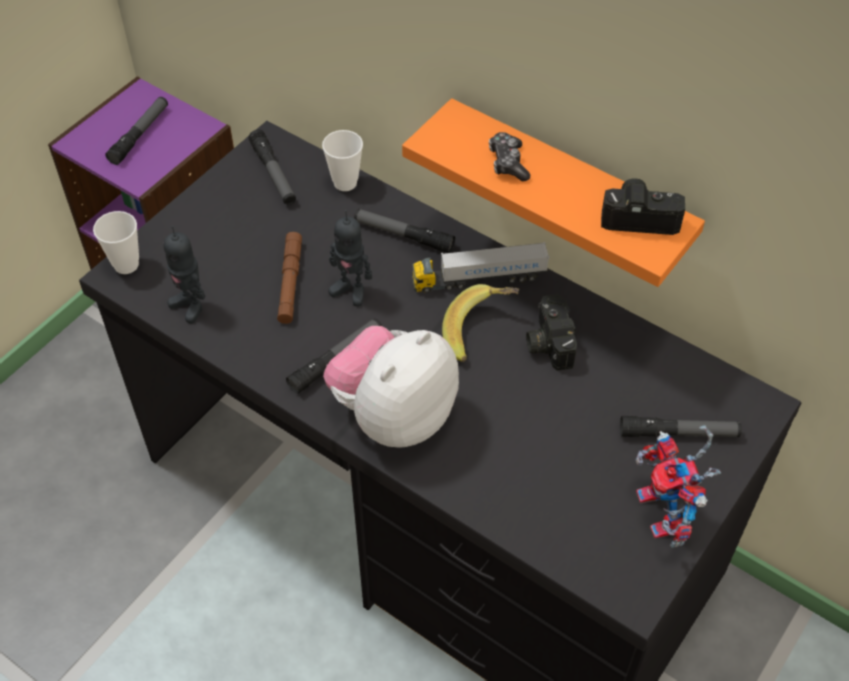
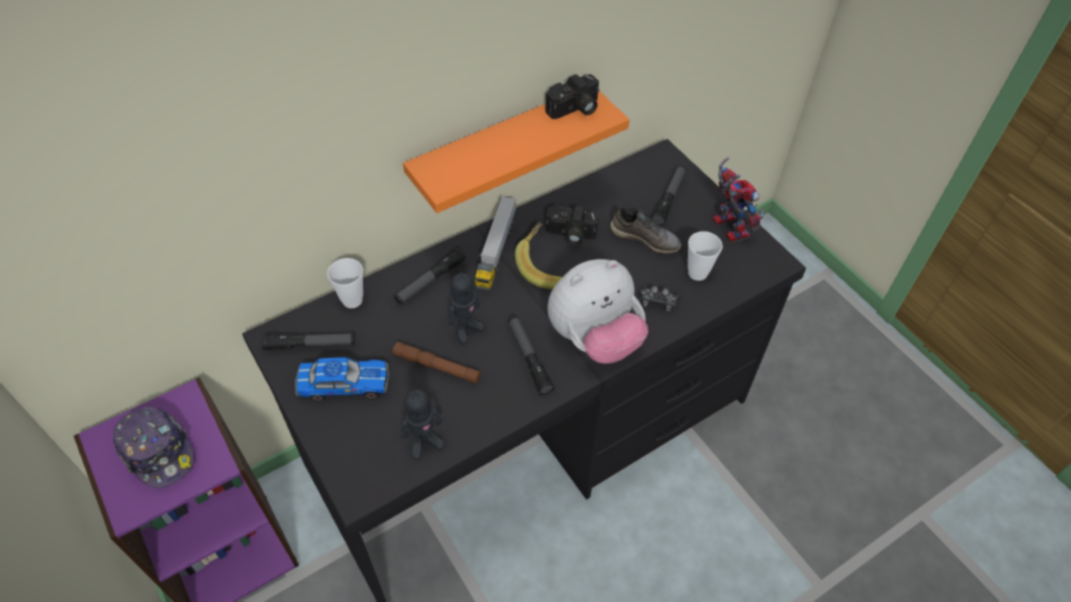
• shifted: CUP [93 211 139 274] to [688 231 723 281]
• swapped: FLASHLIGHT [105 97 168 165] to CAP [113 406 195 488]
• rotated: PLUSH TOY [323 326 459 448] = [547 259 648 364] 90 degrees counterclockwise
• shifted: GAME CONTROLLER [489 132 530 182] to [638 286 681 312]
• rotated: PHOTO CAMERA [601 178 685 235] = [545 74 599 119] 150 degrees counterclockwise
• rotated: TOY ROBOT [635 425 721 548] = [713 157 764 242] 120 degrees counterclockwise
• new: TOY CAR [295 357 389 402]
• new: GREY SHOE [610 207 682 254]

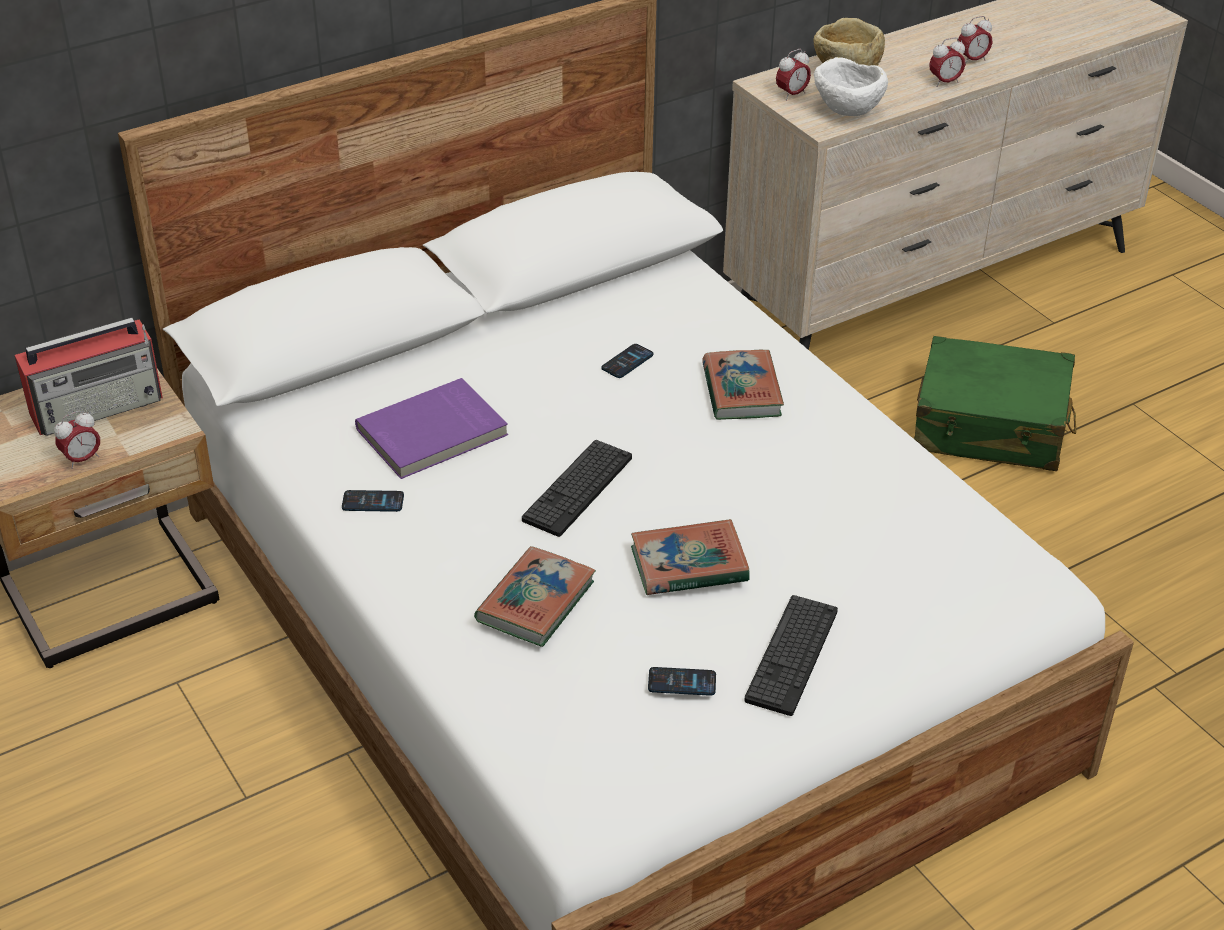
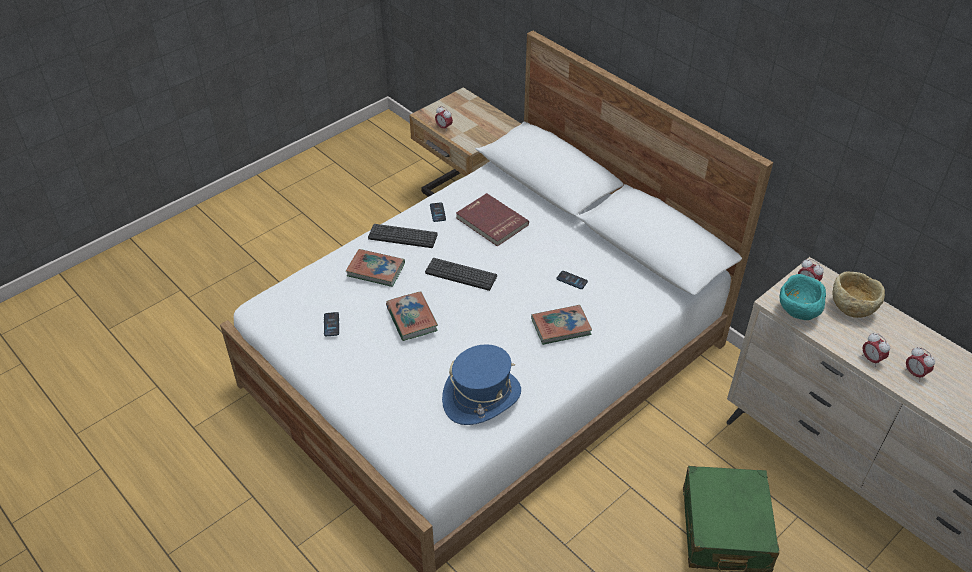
• gone: RADIO [14 318 163 436]
• repainted: PURPLE BOOK [355 378 508 479] to RED BOOK [456 193 529 247]
• shifted: KEYBOARD [744 595 838 716] to [368 224 438 248]
• repainted: WHITE BOWL [814 57 888 116] to TURQUOISE BOWL [779 274 826 320]
• new: BLUE HAT [442 344 521 425]

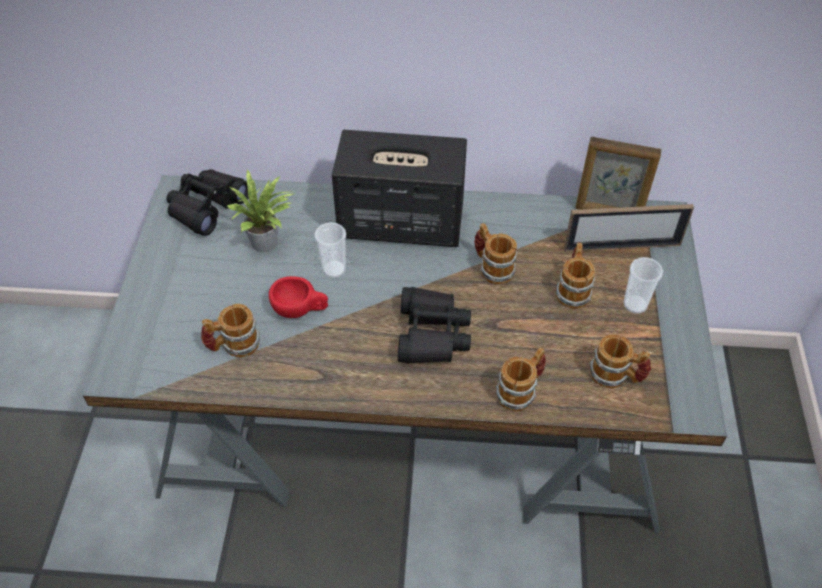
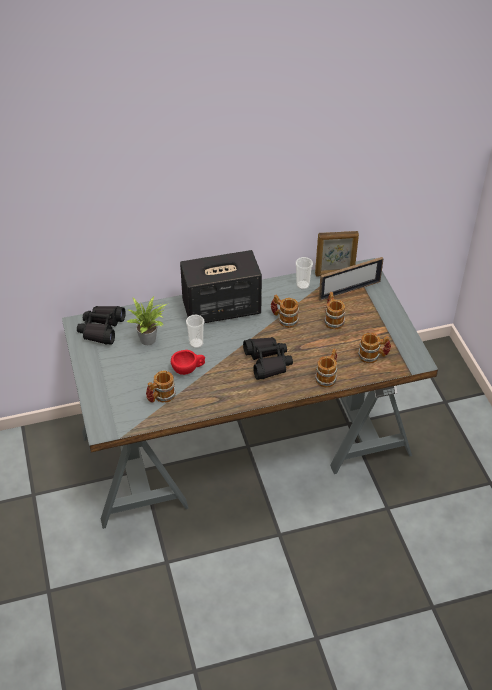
• shifted: CUP [623 257 663 314] to [296 257 313 290]

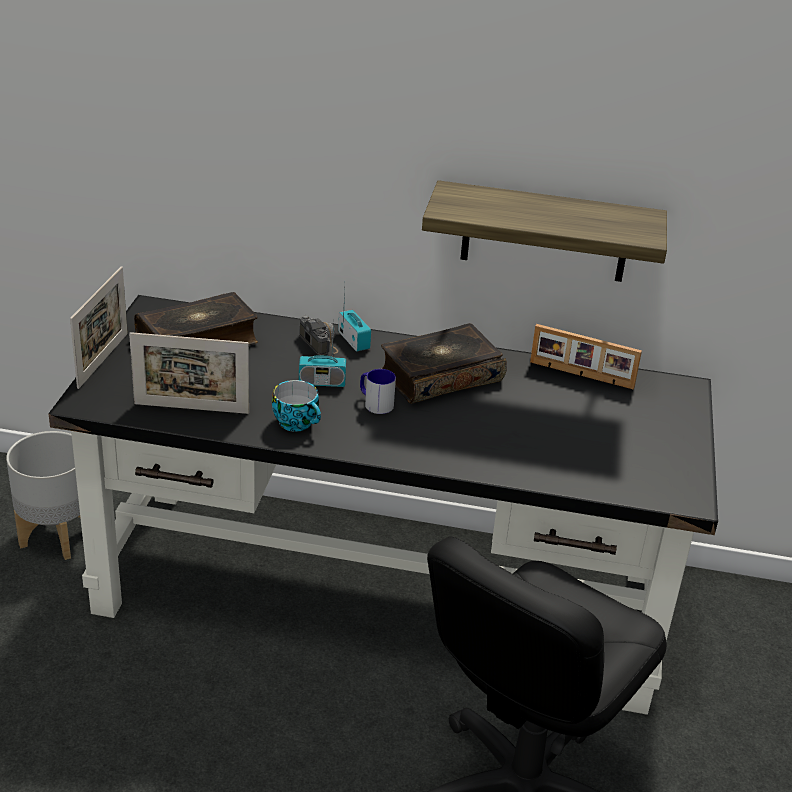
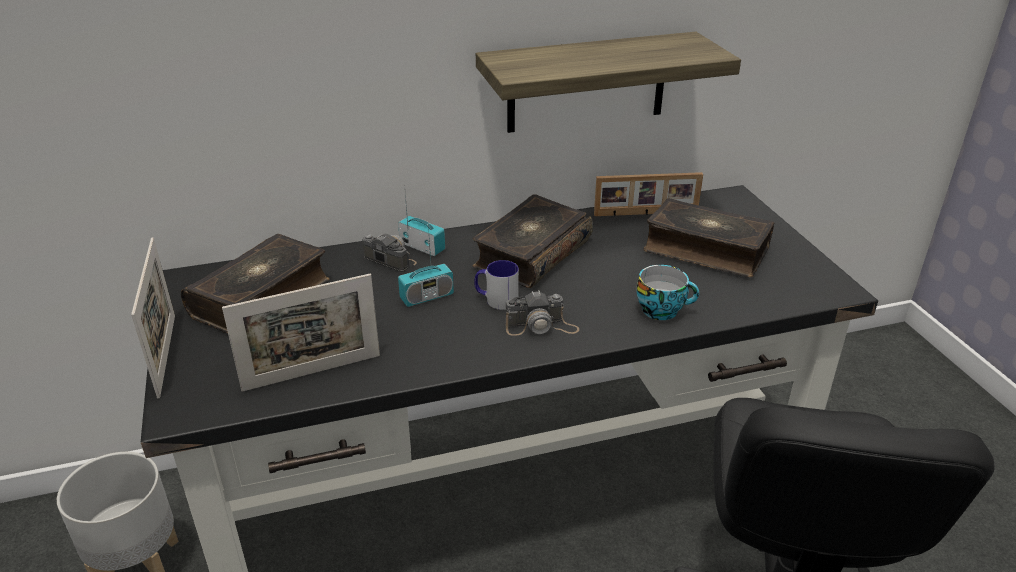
• shifted: CUP [272 380 321 432] to [636 265 699 320]
• new: PHOTO CAMERA [506 290 579 336]
• new: BOOK [643 198 774 277]

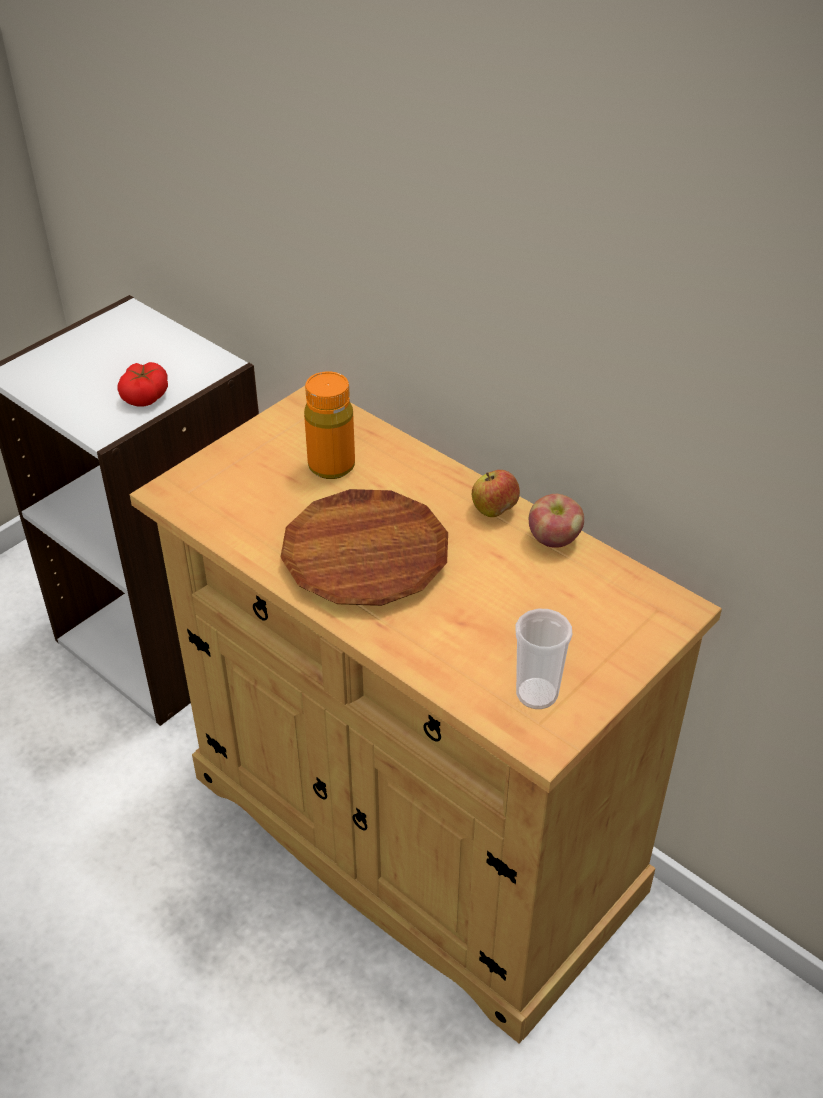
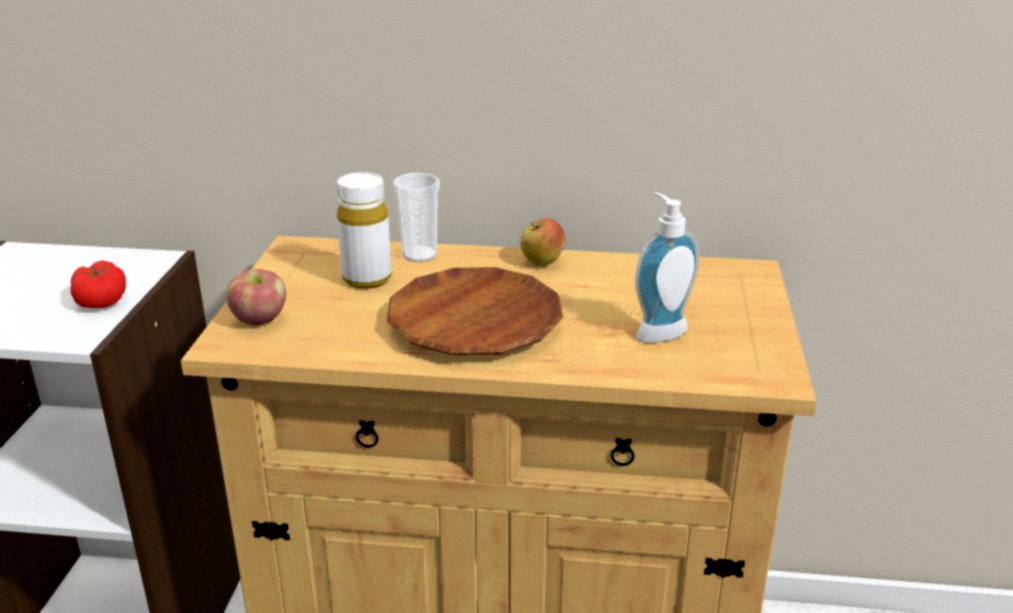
• repainted: ORANGE BOTTLE [304 371 355 479] to WHITE BOTTLE [337 172 392 289]
• shifted: CUP [515 609 572 709] to [393 173 440 262]
• shifted: APPLE [529 494 584 548] to [226 269 286 326]
• new: SOAP DISPENSER [635 192 699 343]

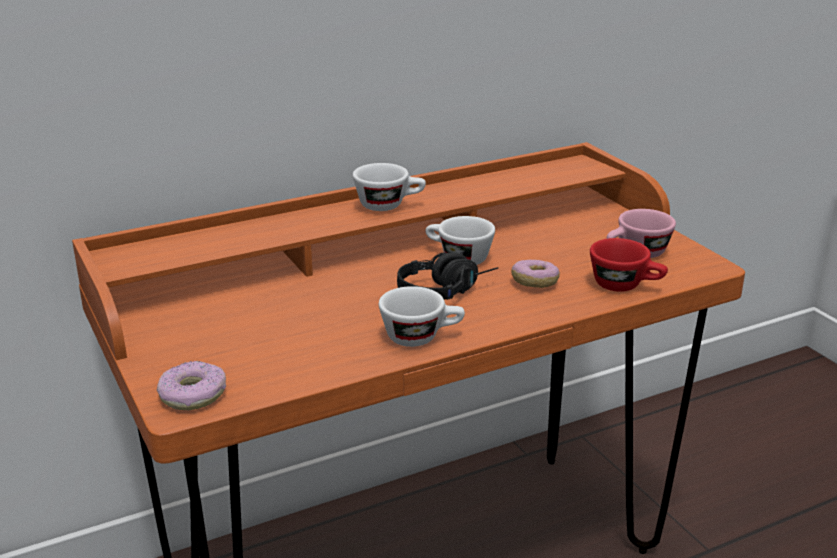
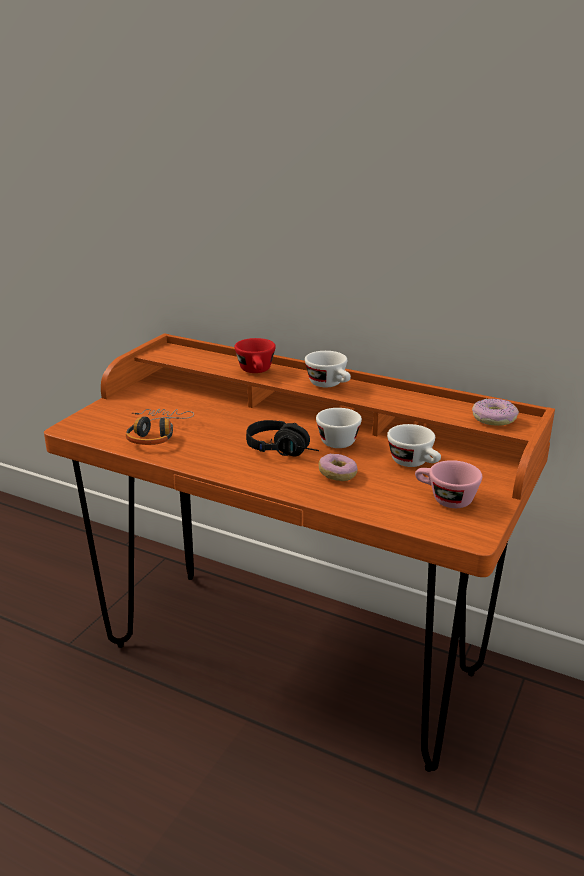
• shifted: DONUT [157 361 226 410] to [472 398 519 426]
• shifted: WHITE CUP [379 286 465 347] to [387 424 441 467]
• shifted: RED CUP [590 238 668 292] to [235 338 276 373]
• new: HEADPHONES [126 409 194 445]

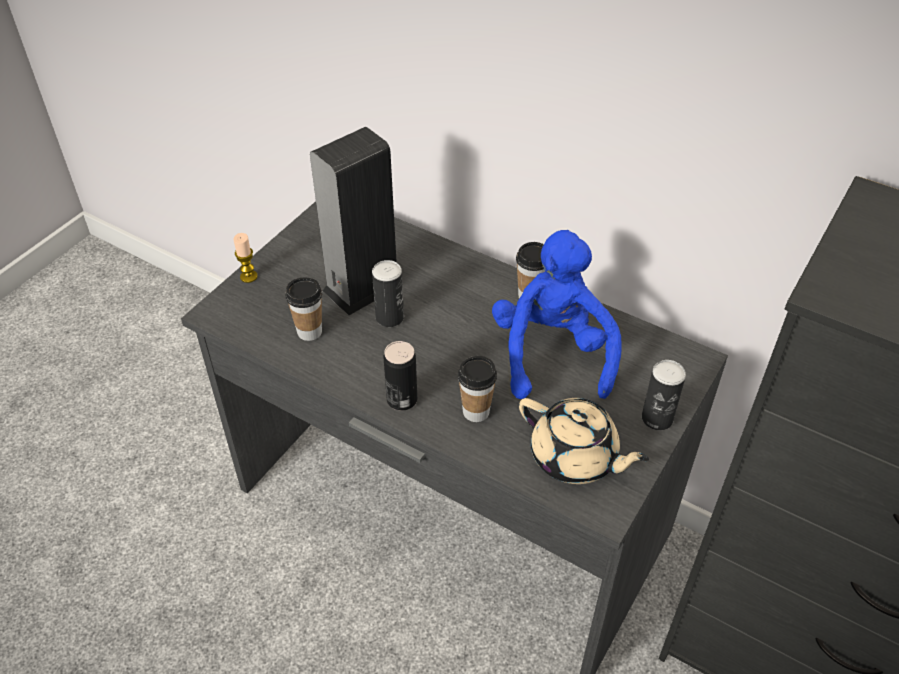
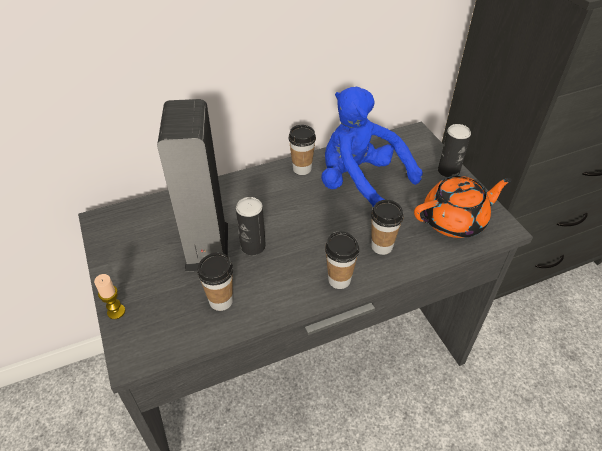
• swapped: CAN [384 341 417 411] to CUP [325 231 359 289]
• repainted: BEIGE TEAPOT [519 398 649 484] to ORANGE TEAPOT [414 176 512 238]

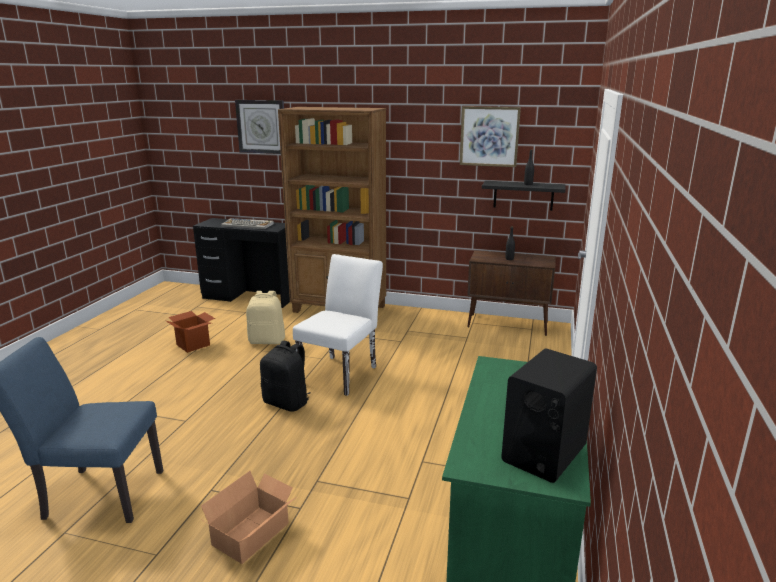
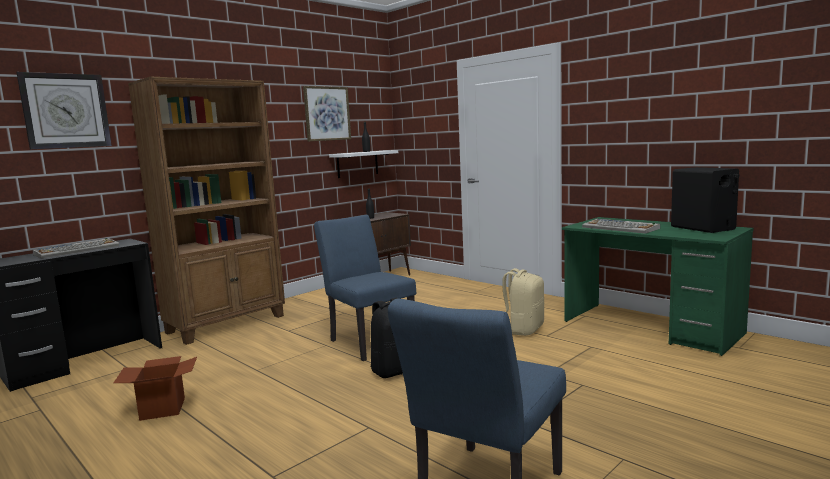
• gone: CARDBOARD BOX [201 471 295 564]
• shifted: BEIGE BACKPACK [246 291 285 344] to [503 268 545 336]
• repainted: WHITE CHAIR [293 254 383 396] to BLUE CHAIR [314 215 416 361]
• repainted: BLACK SHELF [482 181 566 211] to WHITE SHELF [329 150 398 178]
• new: KEYBOARD [582 219 660 234]

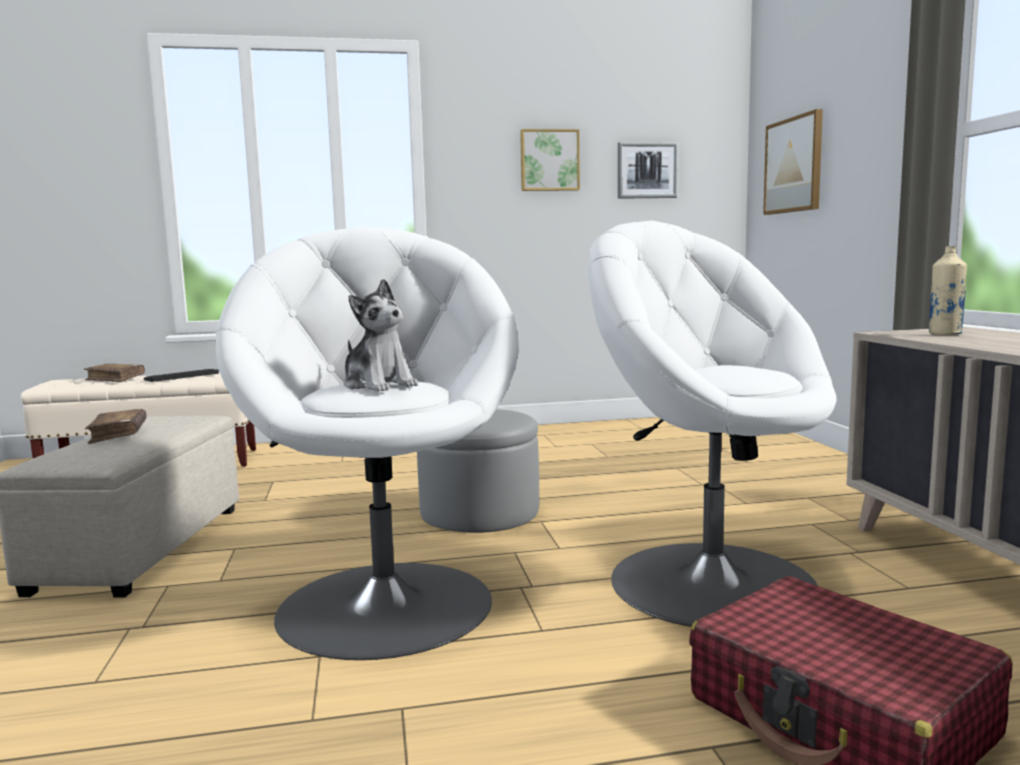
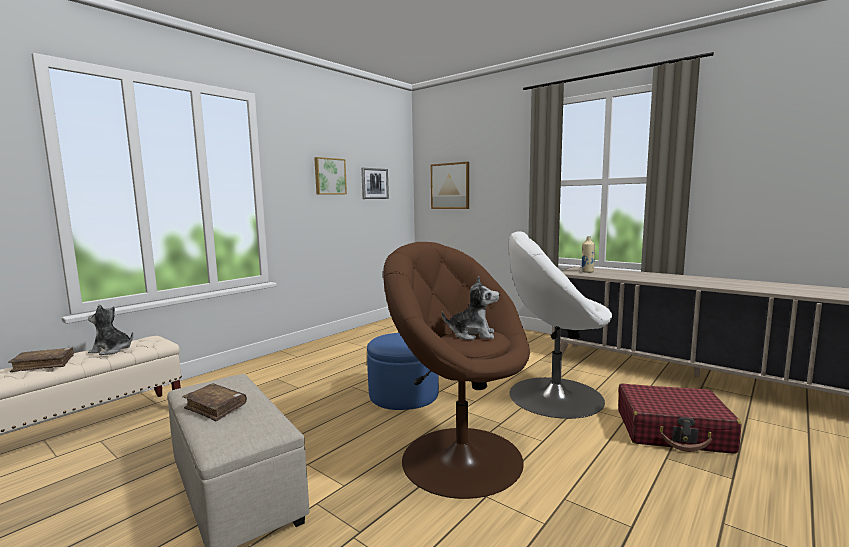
• swapped: KEYBOARD [144 369 219 382] to PLUSH TOY [88 304 133 355]
• repainted: WHITE ARMCHAIR [216 227 519 660] to BROWN ARMCHAIR [383 242 530 499]
• repainted: GREY OTTOMAN [417 409 539 533] to BLUE OTTOMAN [367 333 439 410]

